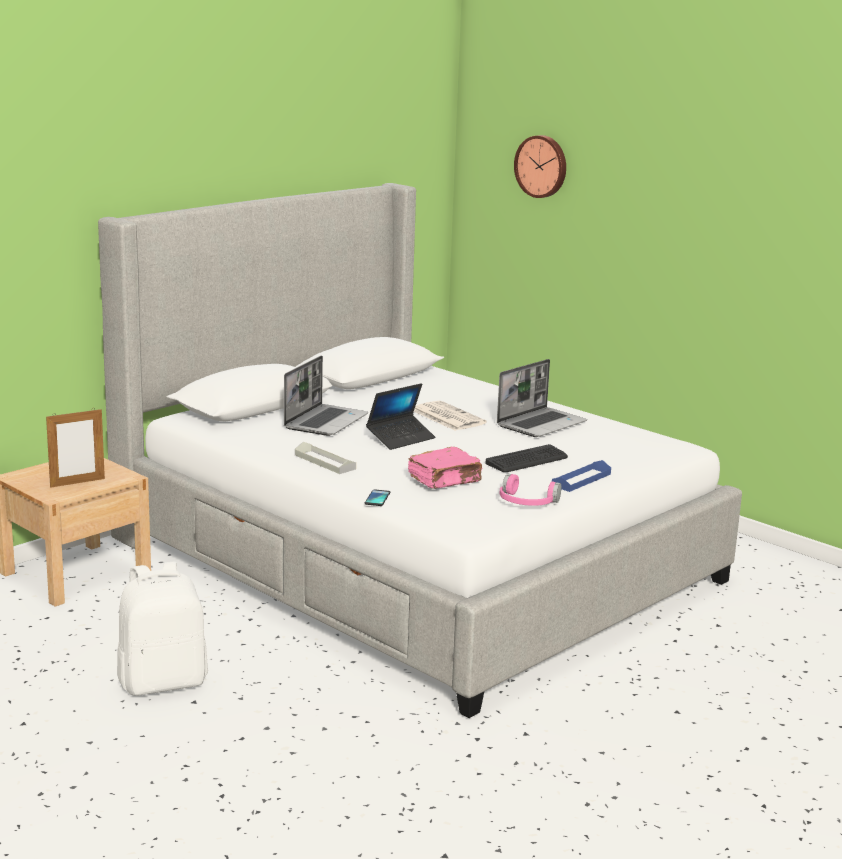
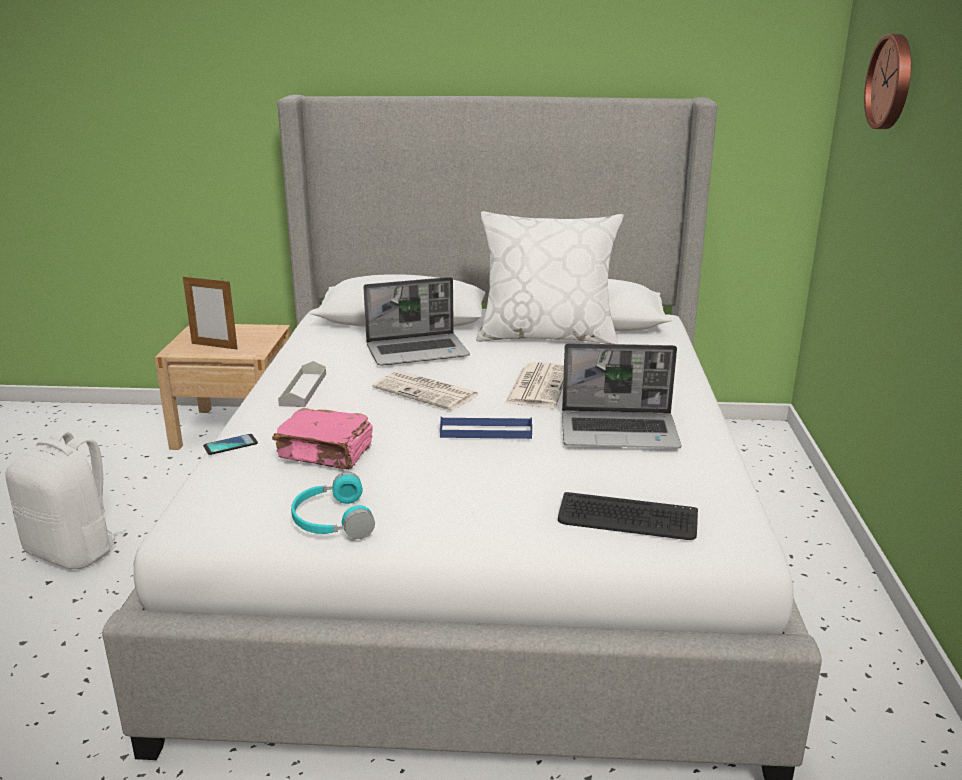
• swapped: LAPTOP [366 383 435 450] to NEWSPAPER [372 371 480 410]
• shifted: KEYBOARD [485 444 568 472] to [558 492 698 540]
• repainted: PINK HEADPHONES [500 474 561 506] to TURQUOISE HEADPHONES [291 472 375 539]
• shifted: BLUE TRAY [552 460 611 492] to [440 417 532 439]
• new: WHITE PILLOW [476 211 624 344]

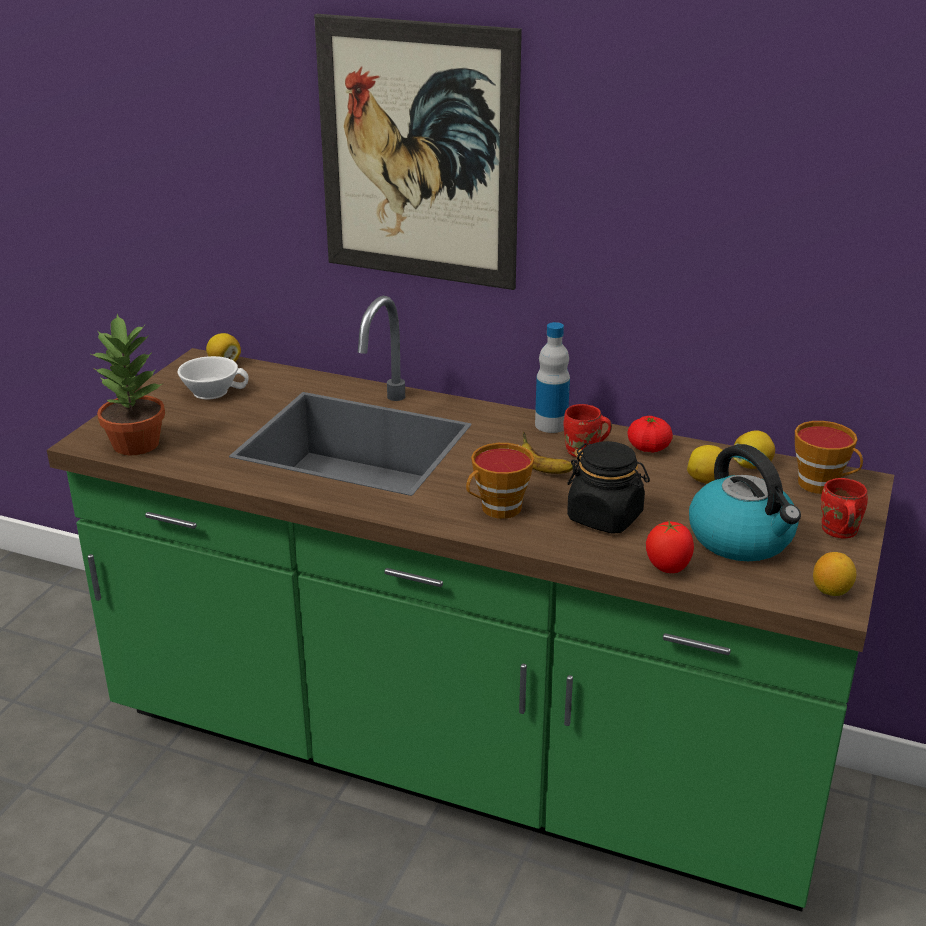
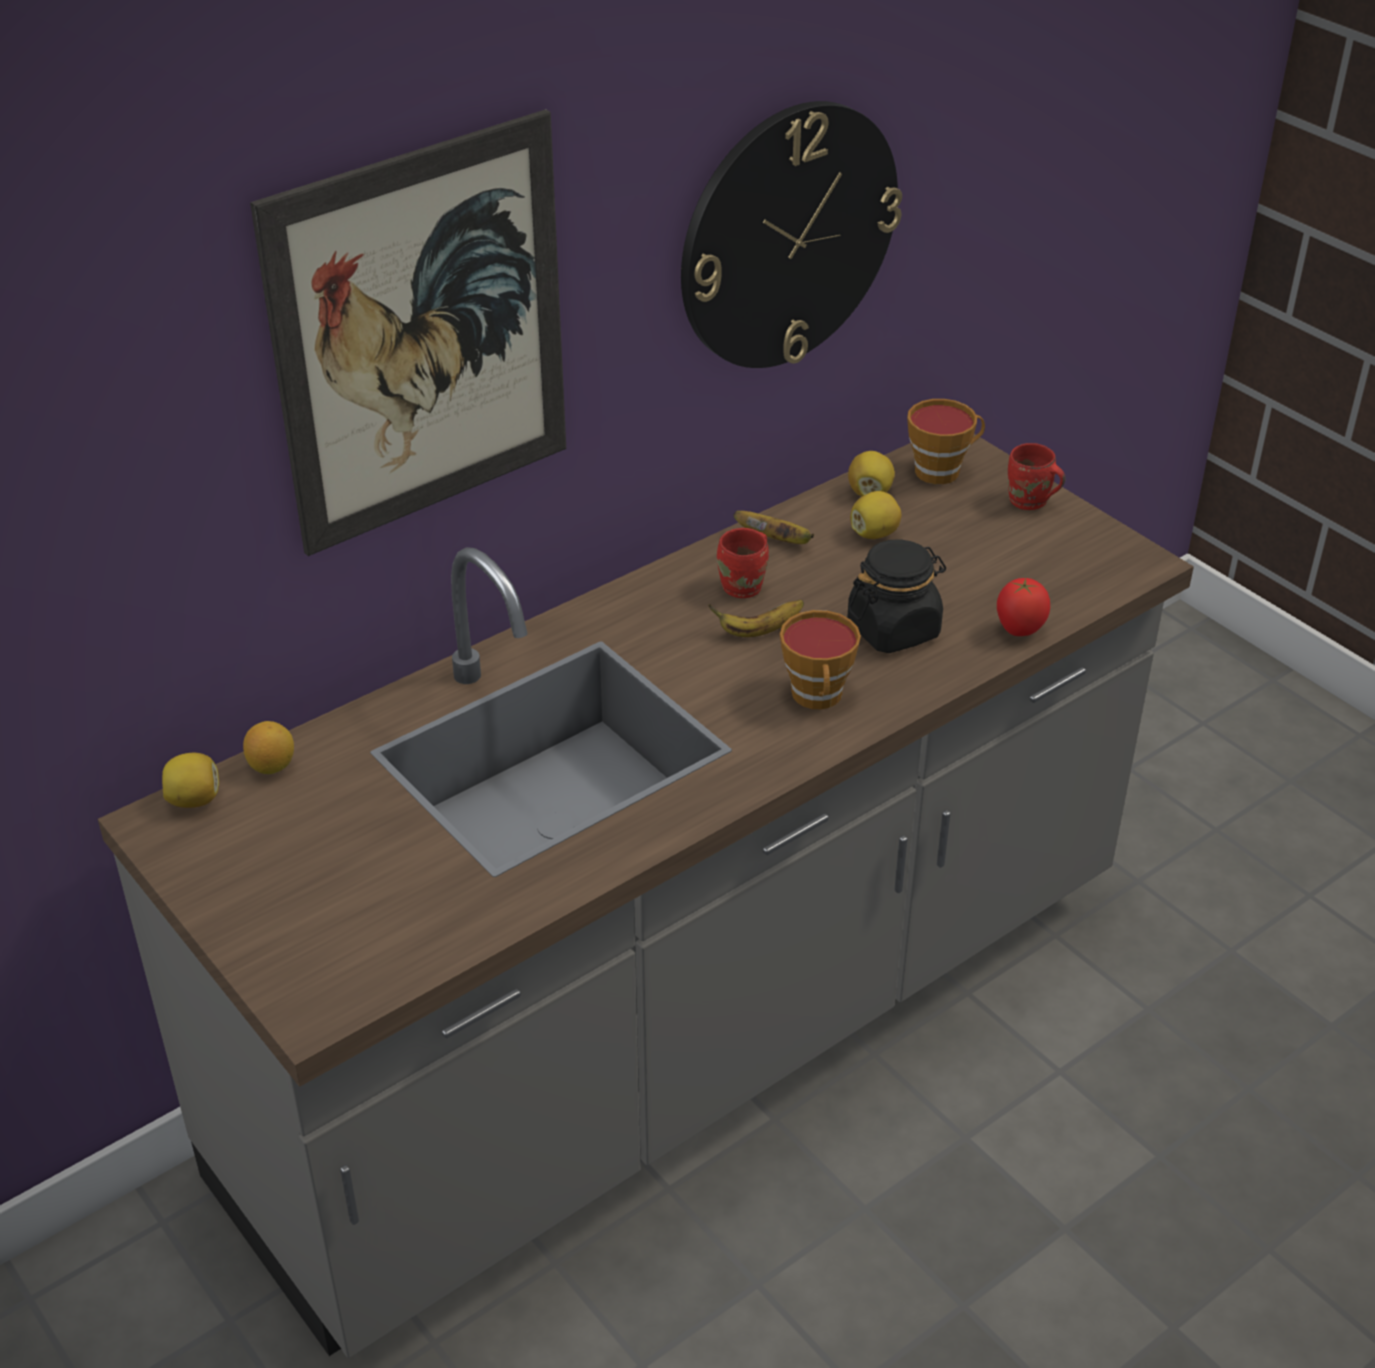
• repainted: GREEN COUNTER [47 296 894 912] to GREY COUNTER [98 434 1194 1358]
• gone: POTTED PLANT [89 314 165 455]
• gone: WHITE CUP [177 356 249 400]
• gone: BOTTLE [535 322 570 433]
• swapped: TOMATO [628 416 673 453] to BANANA [733 511 814 544]
• gone: KETTLE [689 444 801 561]
• shifted: LEMON [813 552 856 596] to [243 721 294 774]
• new: WALL CLOCK [681 101 902 368]

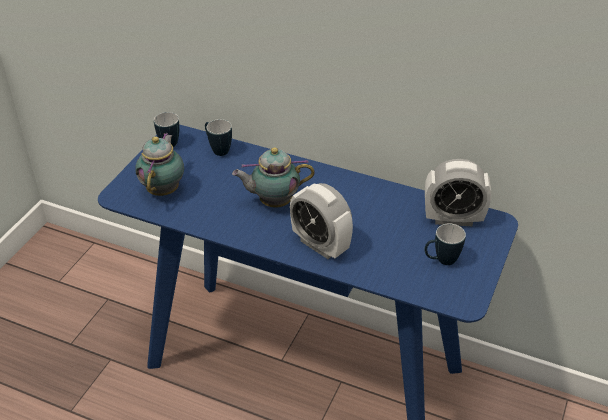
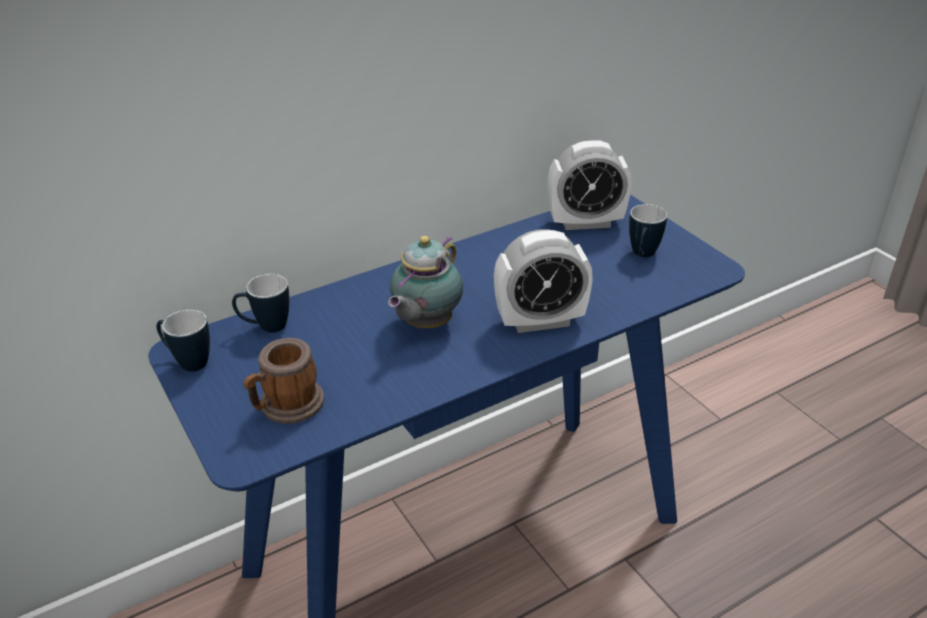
• swapped: TEAPOT [135 133 184 196] to MUG [243 338 324 423]
• rotated: ALARM CLOCK [425 159 491 226] = [547 141 632 230] 45 degrees clockwise

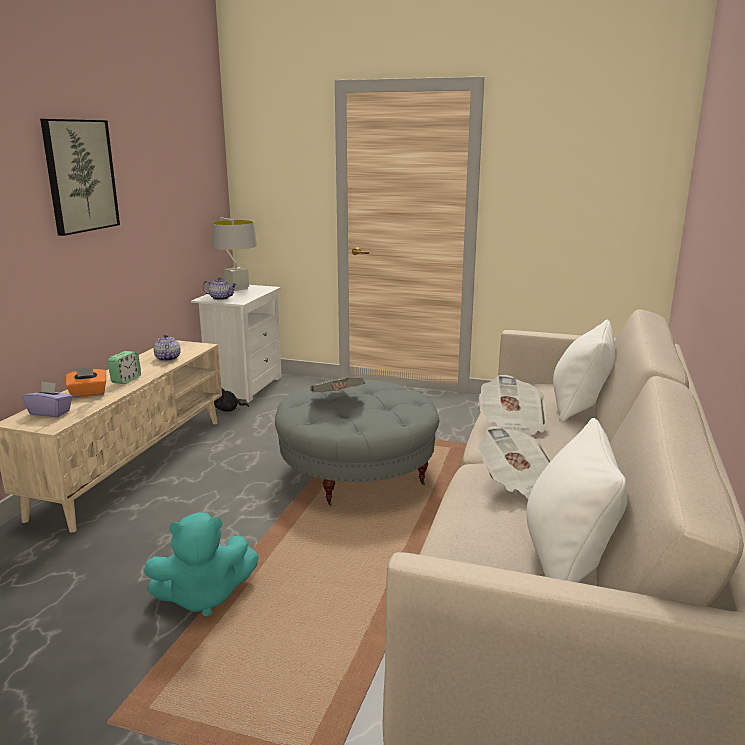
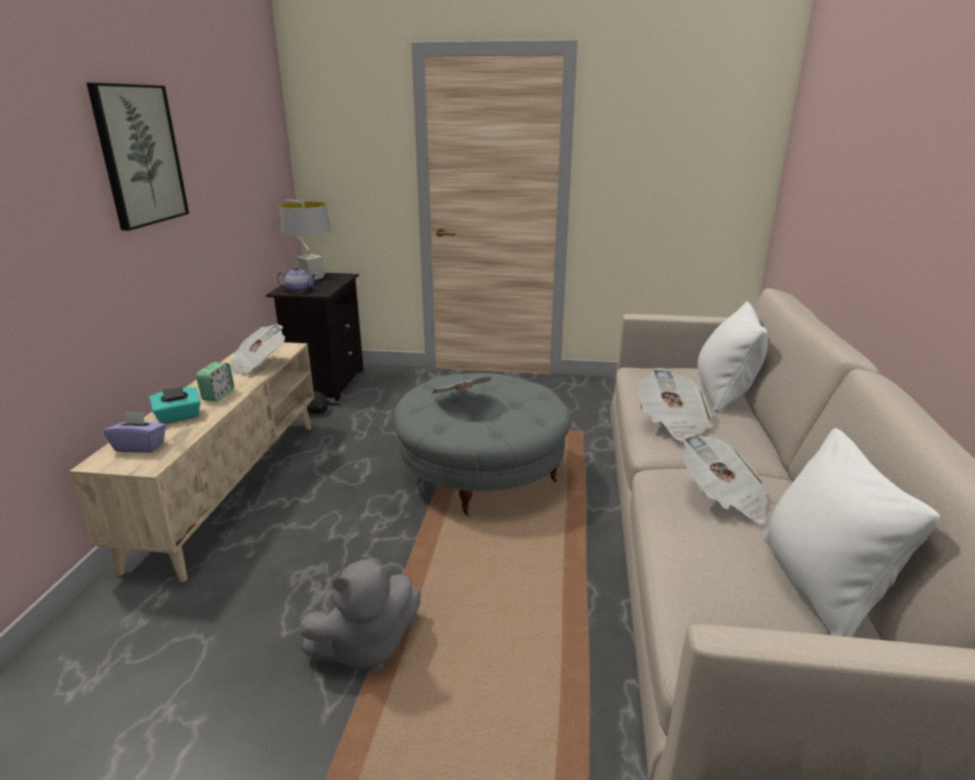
• repainted: ORANGE TISSUE BOX [66 367 106 398] to TURQUOISE TISSUE BOX [149 387 201 424]
• repainted: TURQUOISE PLUSH TOY [144 512 259 617] to GREY PLUSH TOY [300 559 421 674]
• swapped: TEAPOT [154 334 181 361] to NEWSPAPER [229 324 285 373]
• repainted: WHITE NIGHTSTAND [191 285 282 402] to BLACK NIGHTSTAND [266 273 363 401]

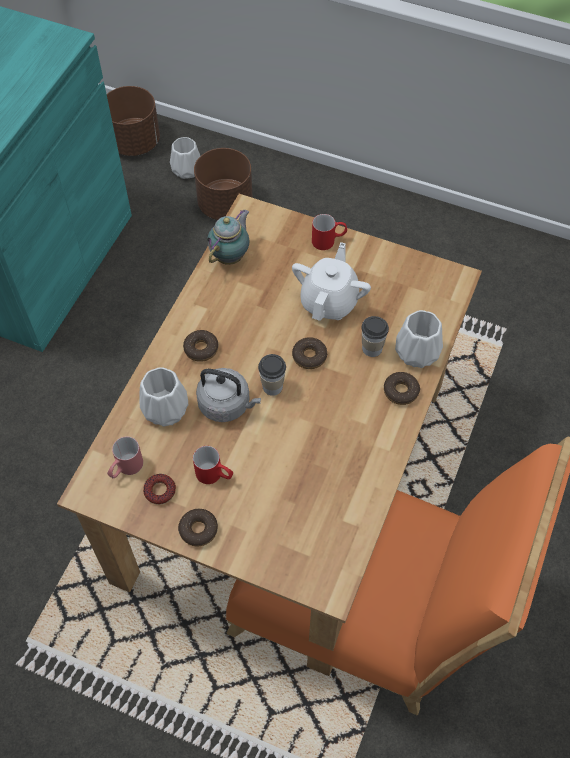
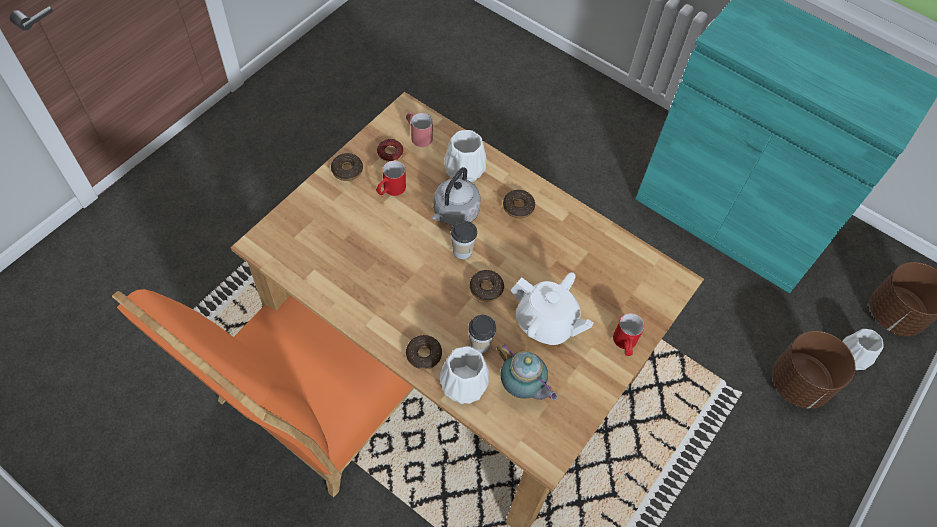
• shifted: TEAPOT [207 210 250 265] to [497 344 558 400]

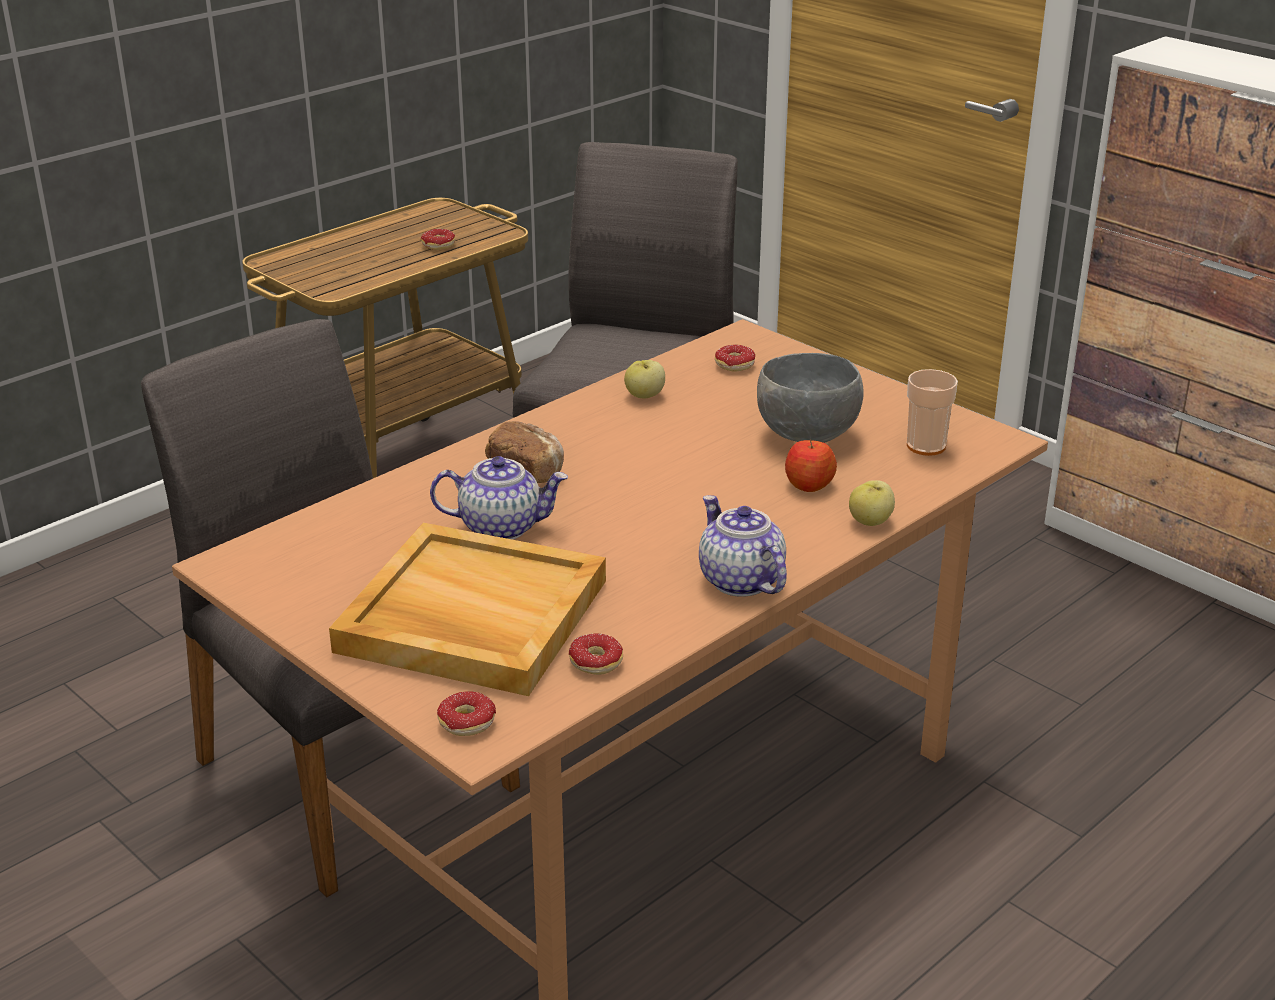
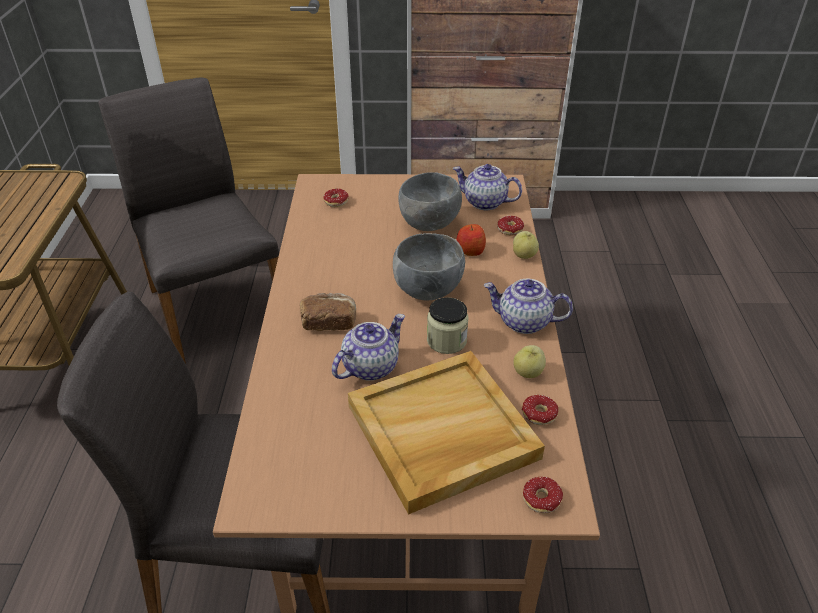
• shifted: DONUT [421 229 455 250] to [498 216 539 236]
• shifted: APPLE [624 360 665 398] to [513 345 546 378]
• swapped: CUP [907 369 958 456] to TEAPOT [453 164 522 210]
• new: GREY BOWL [393 233 465 301]
• new: JAR [427 297 469 354]

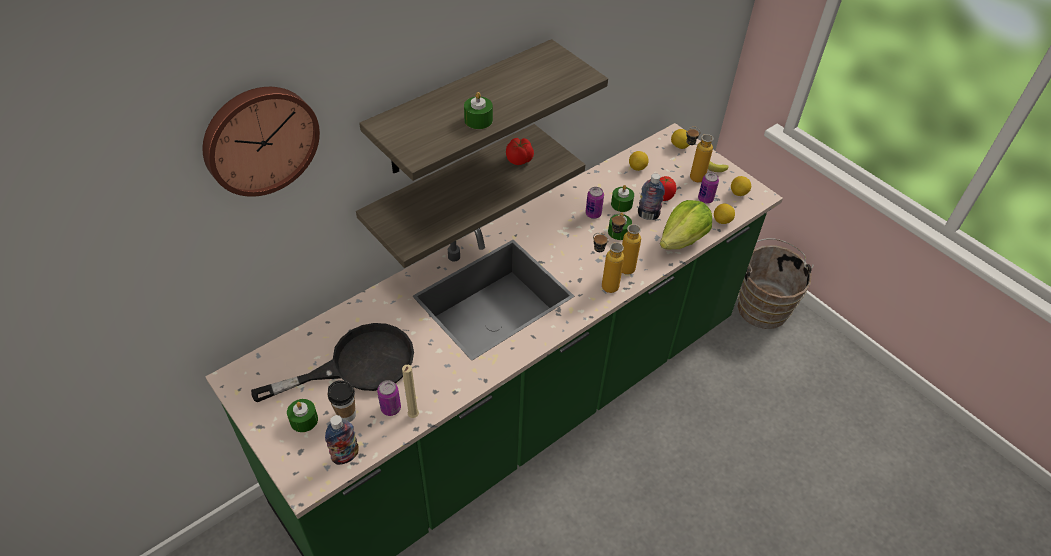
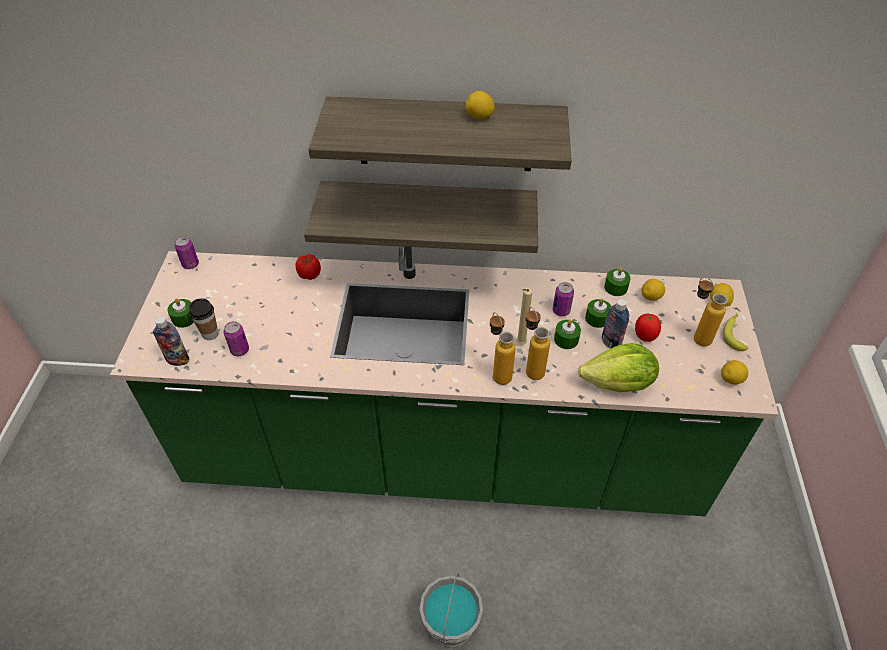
• gone: WALL CLOCK [203 87 320 197]
• gone: BLACK FRYING PAN [251 323 414 402]
• shifted: BEIGE CANDLE [402 365 419 418] to [516 288 532 345]
• shifted: GREEN CANDLE [464 92 493 129] to [604 268 631 296]
• shifted: TOMATO [506 138 534 165] to [295 254 321 280]
• shifted: CAN [698 172 719 204] to [174 236 199 269]
• shifted: LEMON [714 204 735 224] to [466 91 495 119]
• gone: BROWN BUCKET [738 238 814 329]
• new: GREY BUCKET [419 572 483 647]

